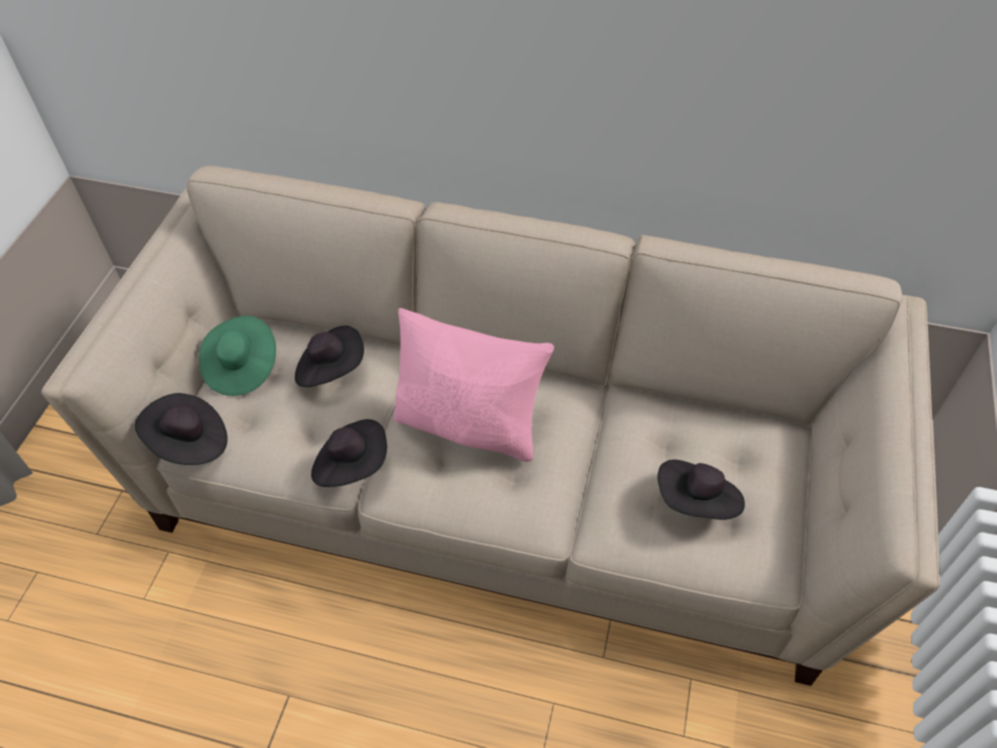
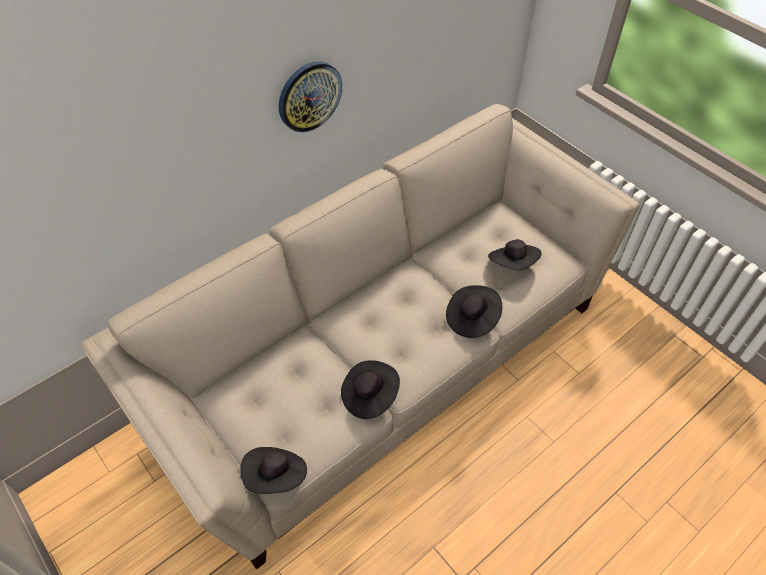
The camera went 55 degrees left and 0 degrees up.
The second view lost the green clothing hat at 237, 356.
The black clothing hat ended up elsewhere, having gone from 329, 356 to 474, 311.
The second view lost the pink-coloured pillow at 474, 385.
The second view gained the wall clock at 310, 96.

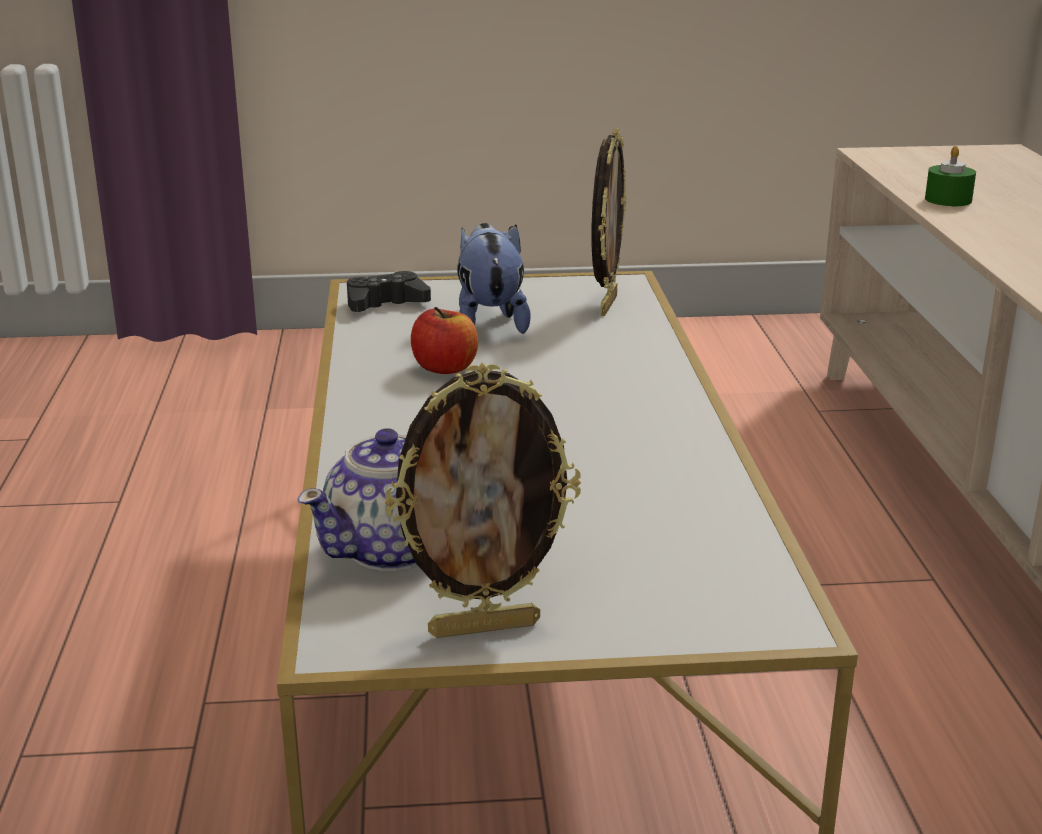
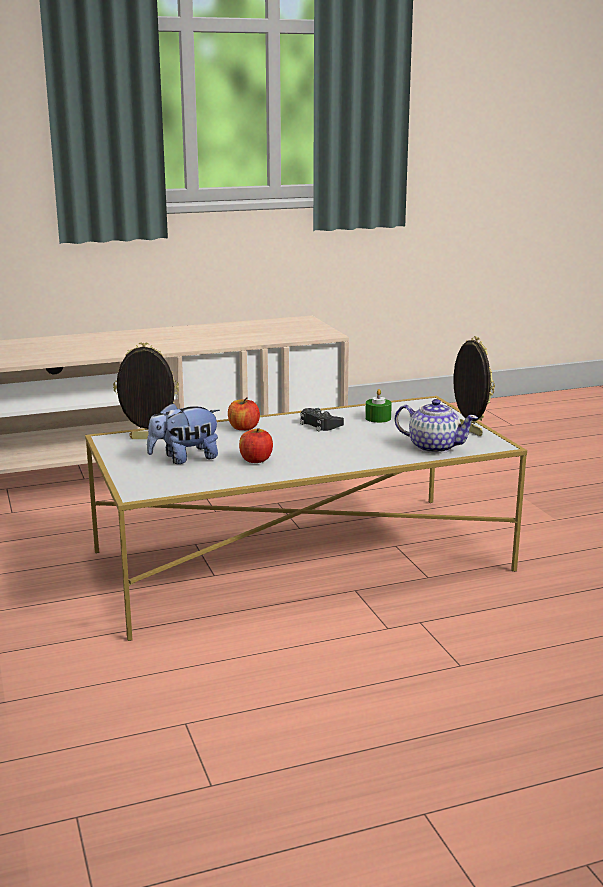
The camera went 105 degrees left and 5 degrees down.
The black joypad ended up elsewhere, having gone from 389, 291 to 322, 420.
The green wax light ended up elsewhere, having gone from 950, 176 to 378, 406.
The second view gained the apple fruit at 244, 413.

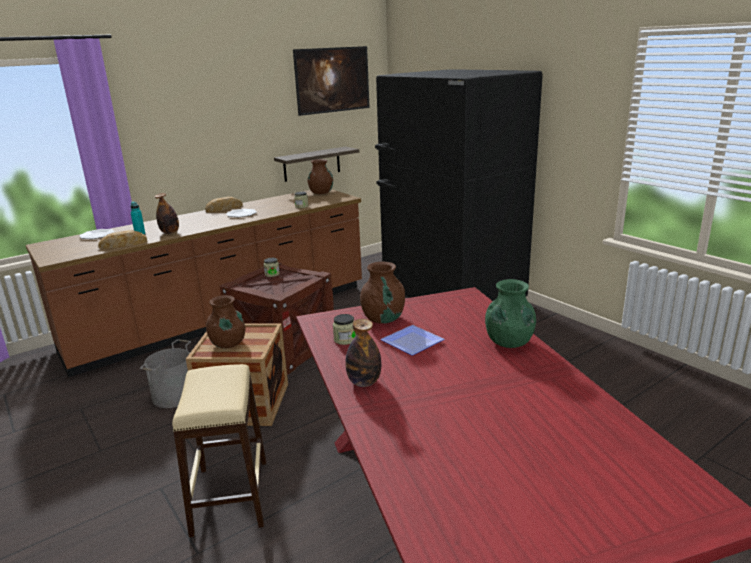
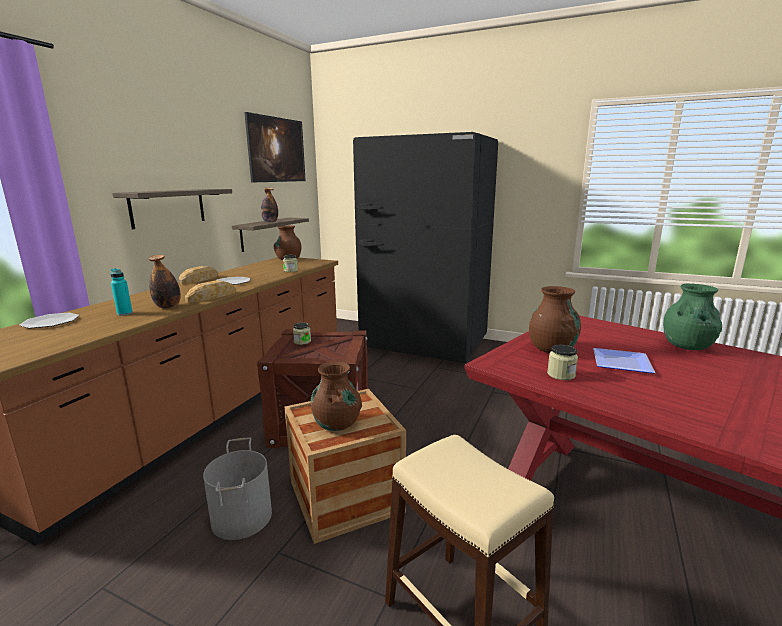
The camera went 30 degrees left and 5 degrees down.
The bakery bread ended up elsewhere, having gone from 122, 239 to 210, 291.
The bottle ended up elsewhere, having gone from 363, 353 to 269, 205.
The second view gained the bracket shelf at 172, 209.

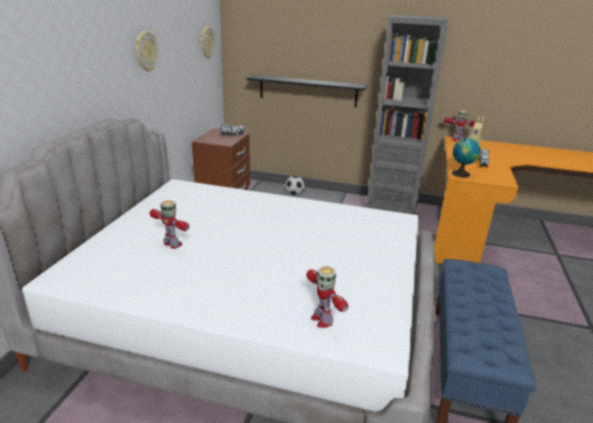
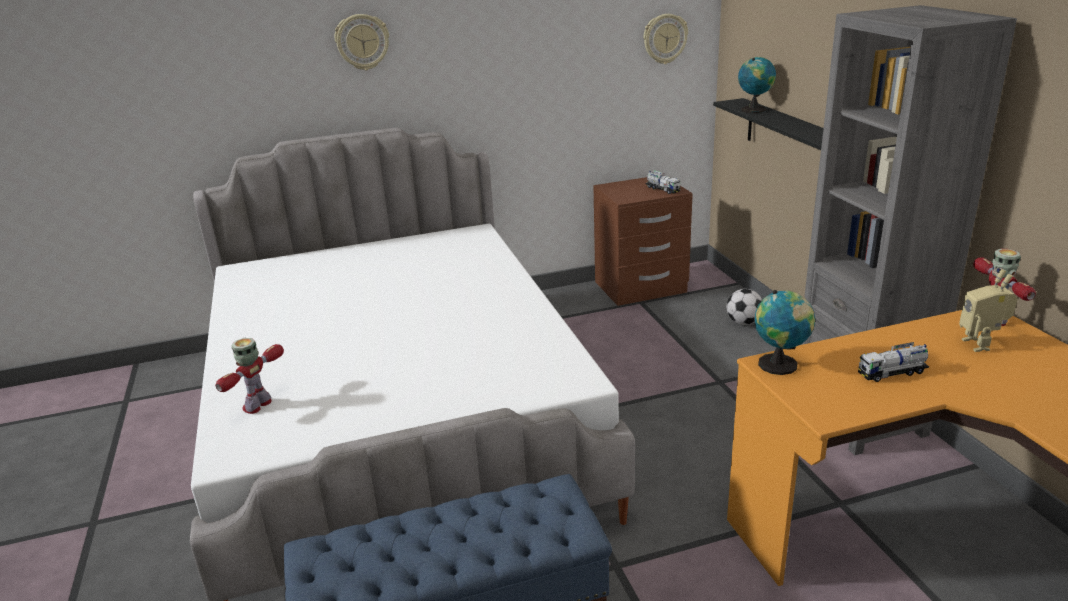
The camera went 60 degrees right and 0 degrees up.
The wall clock ended up elsewhere, having gone from 147, 51 to 362, 42.
The second view lost the toy robot at 169, 224.
The second view gained the world globe at 757, 85.

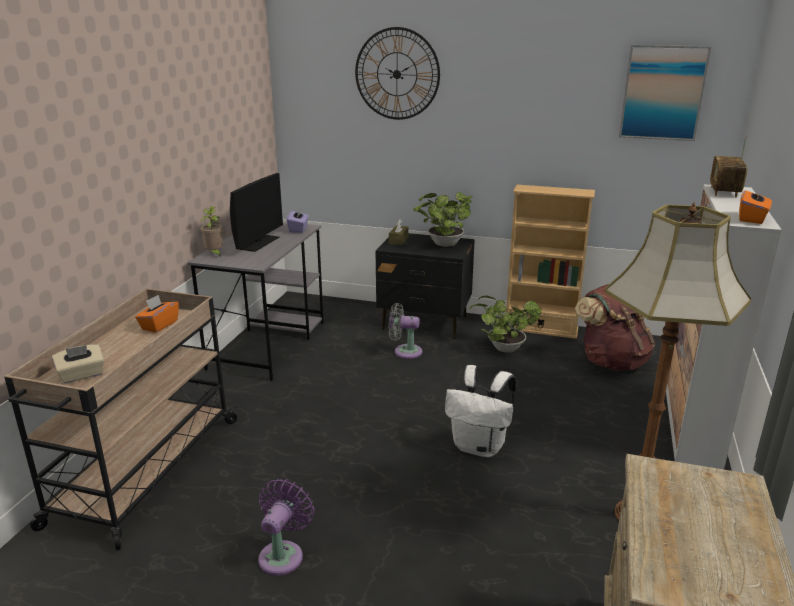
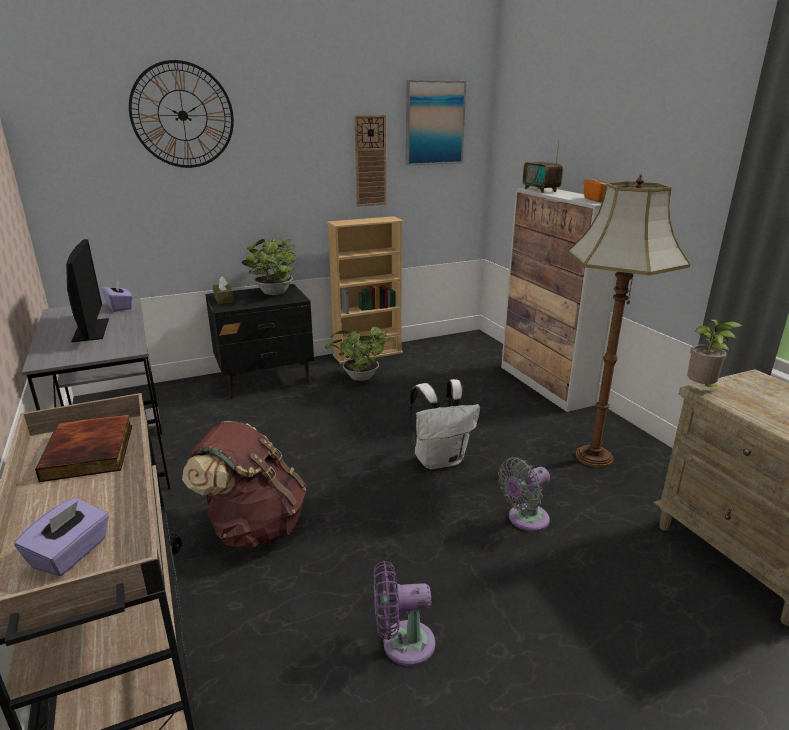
The camera went 40 degrees left and 0 degrees up.
What was the sand-coloured tissue box at 78, 364 turned into the purple-coloured tissue box at 61, 537.
Where the orange tissue box stood at 157, 314, the volume came to stand at 83, 448.
The houseplant ended up elsewhere, having gone from 212, 231 to 714, 353.
The purple-coloured electric fan at 286, 527 ended up facing another way, 75 degrees counterclockwise from before.
The grey electric fan ended up elsewhere, having gone from 405, 331 to 524, 494.
The brown rucksack ended up elsewhere, having gone from 615, 327 to 244, 484.
The second view gained the wall clock at 370, 160.

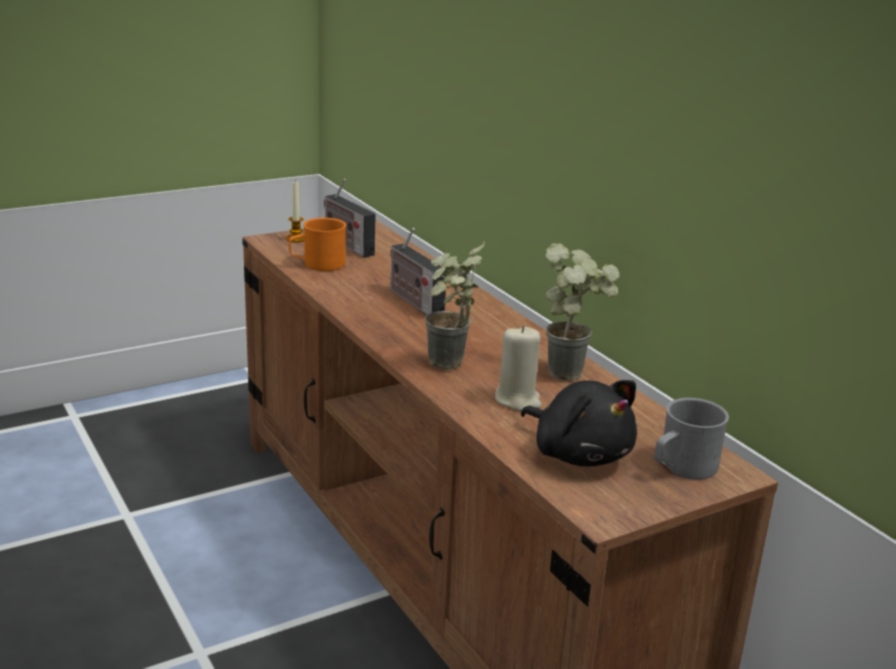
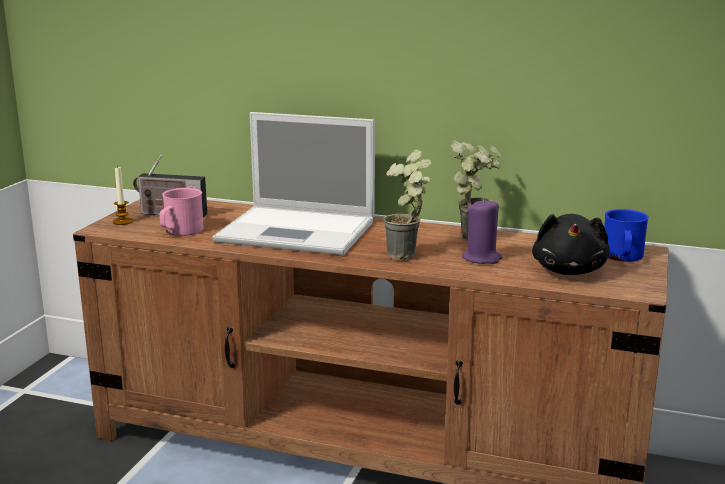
The camera went 40 degrees left and 5 degrees down.
What was the orange tea mug at 317, 244 turned into the pink-coloured tea mug at 181, 212.
Where the radio receiver stood at 418, 271, the laptop came to stand at 294, 183.
What was the sand-coloured wax light at 518, 368 turned into the purple-coloured wax light at 482, 231.
The black cuddly toy at 579, 423 ended up facing another way, 90 degrees clockwise from before.
What was the grey tea mug at 692, 439 turned into the blue-coloured tea mug at 626, 235.

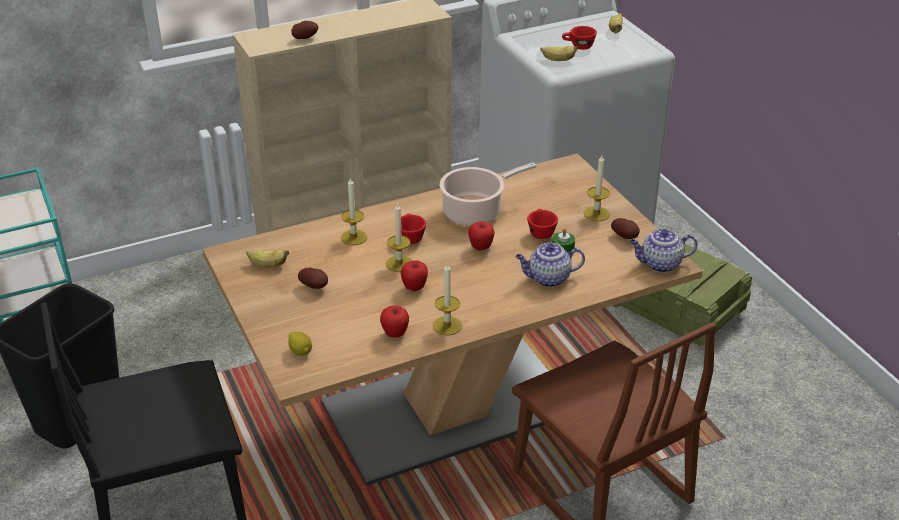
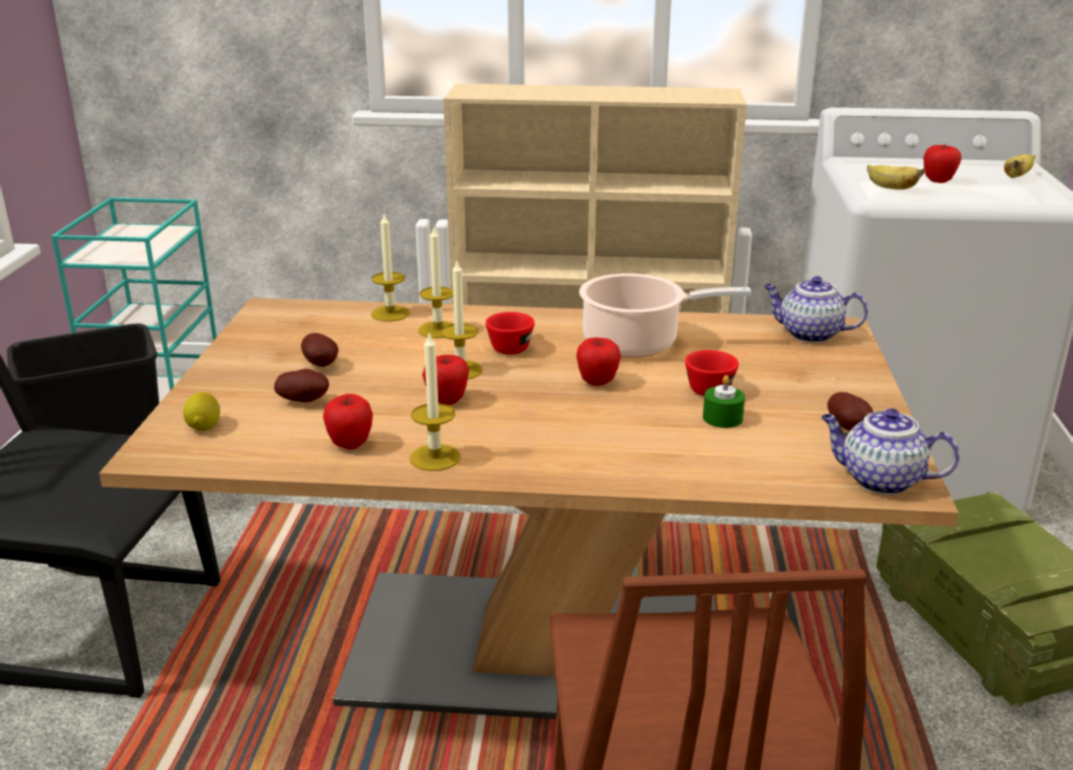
The camera went 30 degrees right and 10 degrees down.
The second view lost the banana fruit at 267, 258.
The whole potato ended up elsewhere, having gone from 304, 30 to 301, 385.
The teapot ended up elsewhere, having gone from 550, 265 to 816, 309.
Where the reddish cup stood at 579, 38, the apple fruit came to stand at 942, 163.
The wax light ended up elsewhere, having gone from 597, 188 to 390, 268.

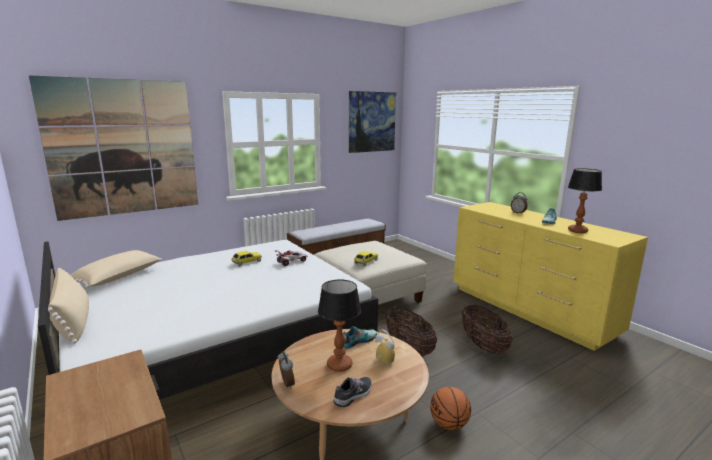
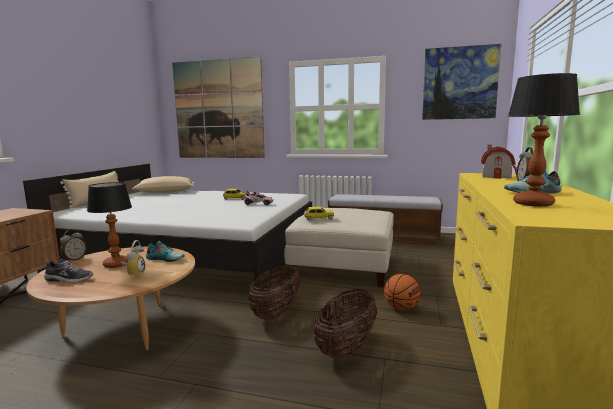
The camera went 50 degrees right and 5 degrees down.
The basketball ended up elsewhere, having gone from 450, 408 to 402, 292.
The second view gained the toy house at 499, 162.

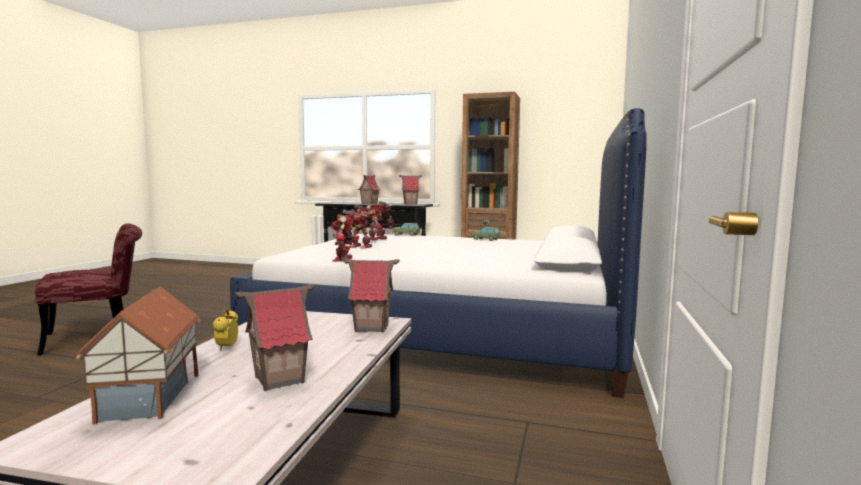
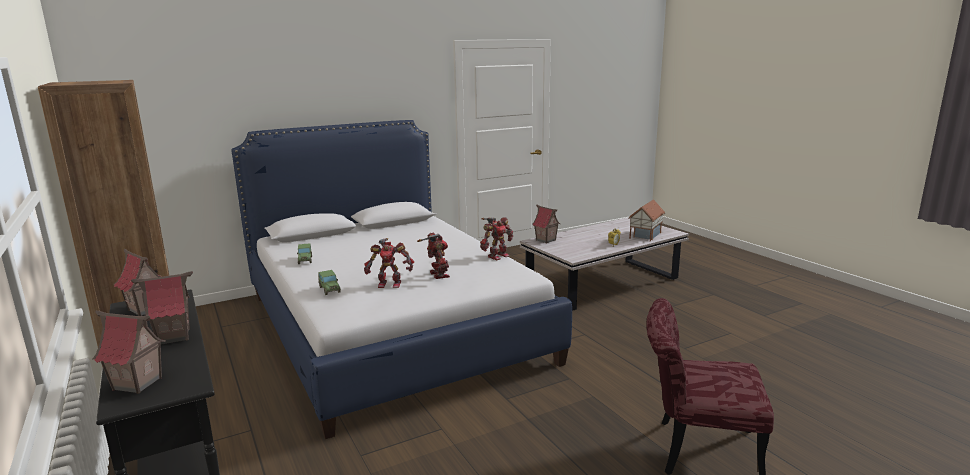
The camera went 135 degrees left and 10 degrees up.
The toy house ended up elsewhere, having gone from 275, 337 to 129, 352.

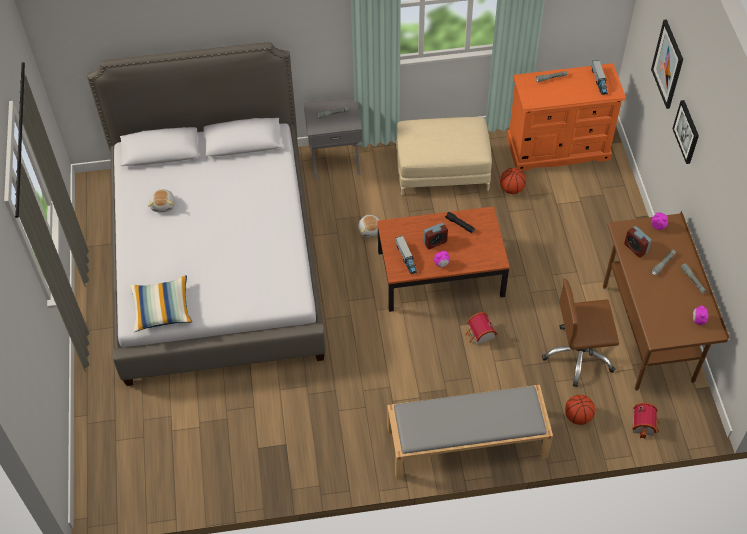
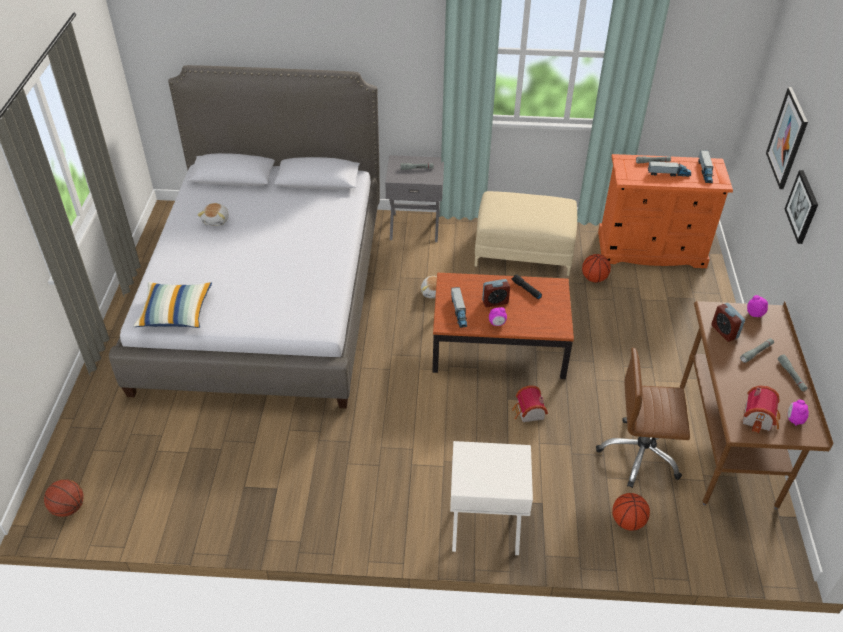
The camera went 10 degrees right and 10 degrees down.
Where the grey indoor bench stood at 470, 432, the white-coloured night table came to stand at 491, 498.
The toy house ended up elsewhere, having gone from 646, 421 to 761, 409.
The second view gained the basketball at 64, 498.
The second view gained the model truck at 669, 169.

